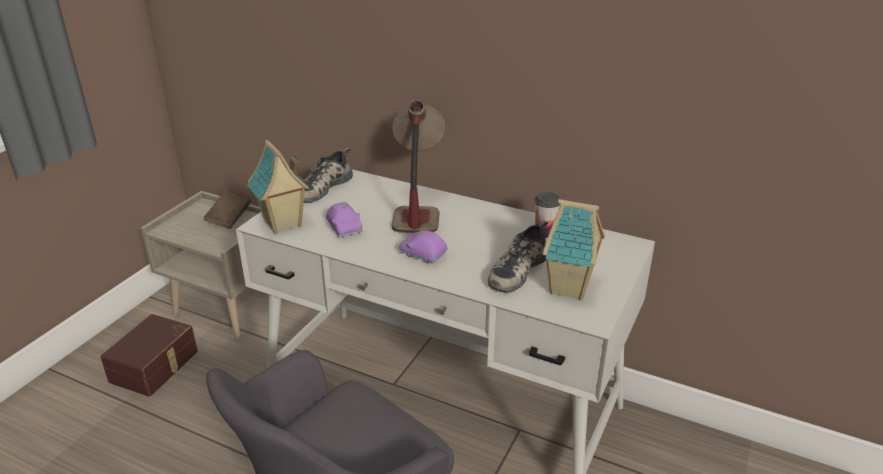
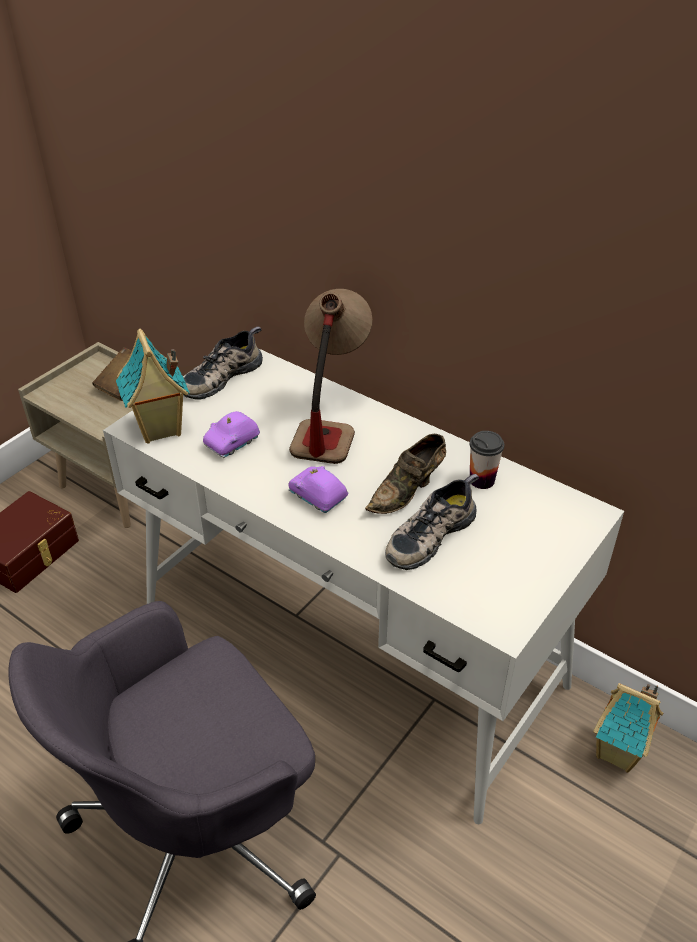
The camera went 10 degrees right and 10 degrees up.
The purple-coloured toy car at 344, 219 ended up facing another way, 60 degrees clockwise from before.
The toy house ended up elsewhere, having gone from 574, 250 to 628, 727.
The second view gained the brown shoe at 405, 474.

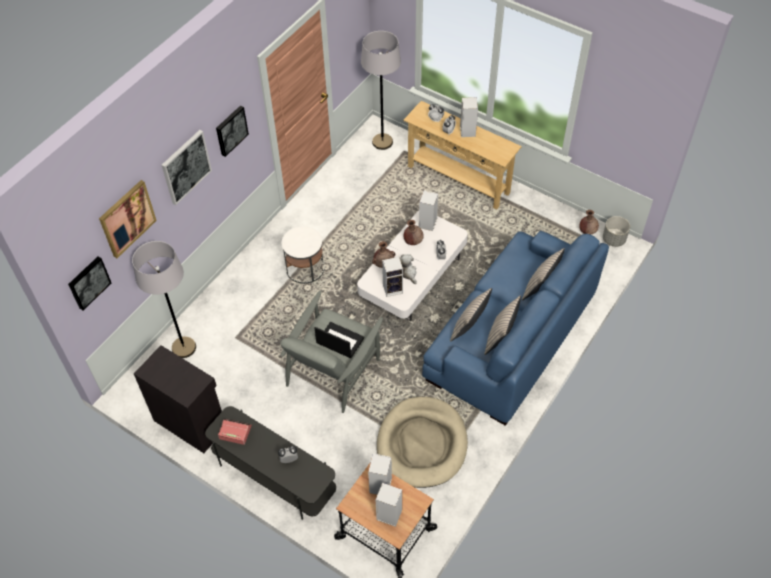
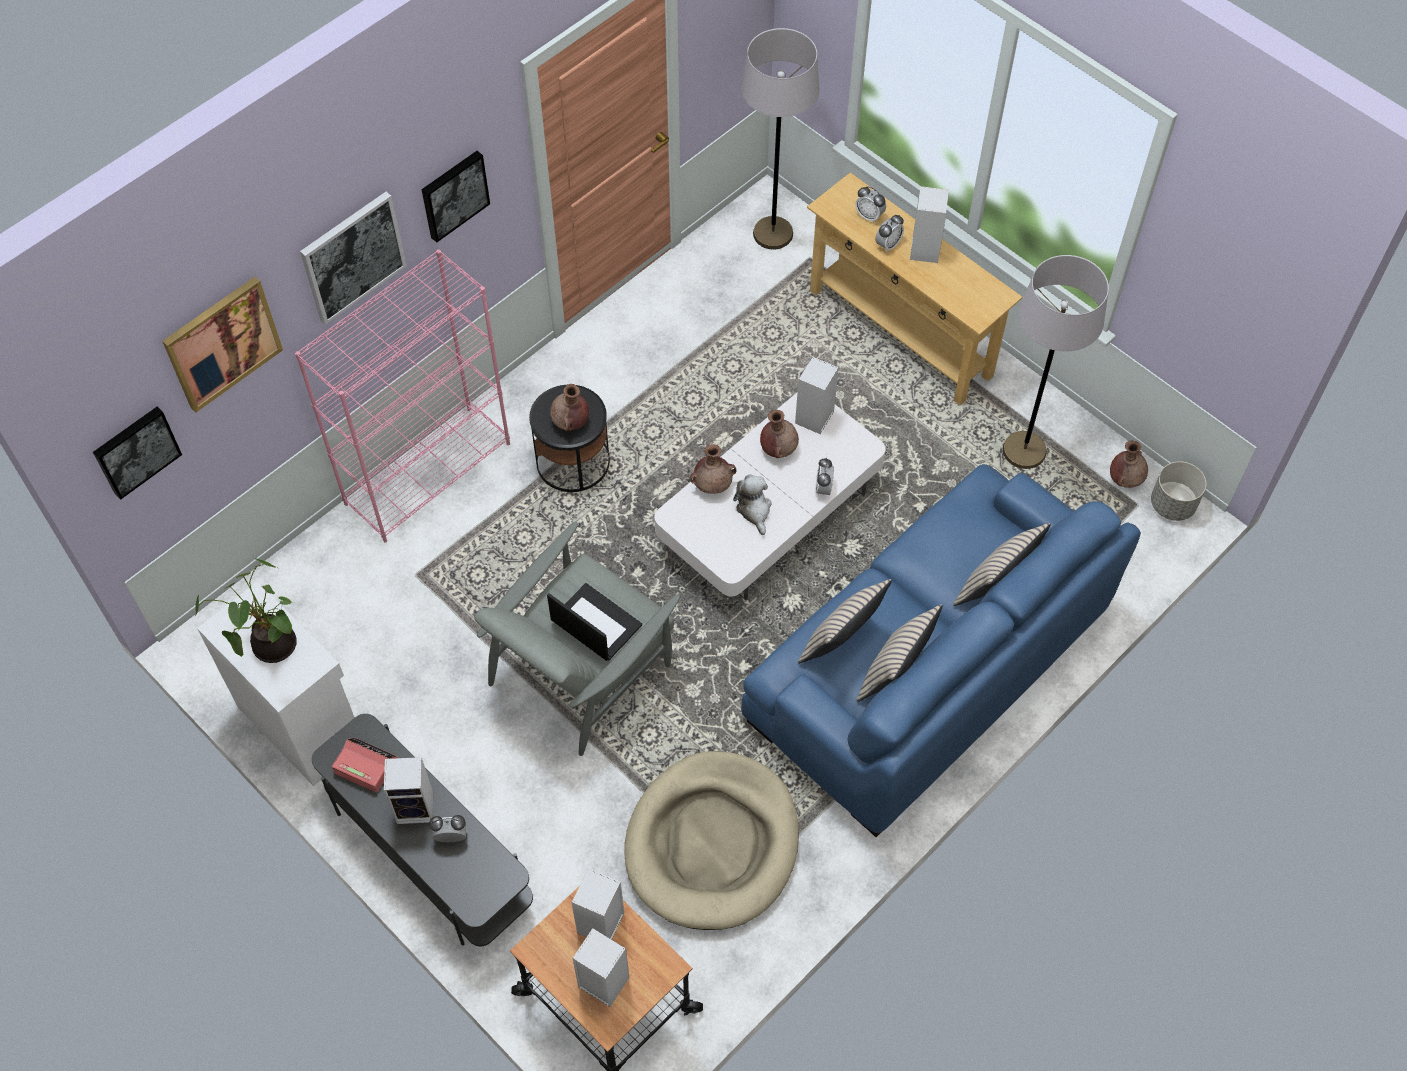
The camera went 10 degrees right and 5 degrees up.
The grey standing lamp ended up elsewhere, having gone from 164, 299 to 1056, 362.
What was the black cupboard at 178, 399 turned into the white-coloured cupboard at 276, 684.
What was the white-coloured end table at 303, 255 turned into the black end table at 569, 438.
The loudspeaker ended up elsewhere, having gone from 392, 277 to 408, 790.
The second view gained the houseplant at 246, 610.
The second view gained the pink-coloured bookshelf at 402, 396.
The second view gained the brown decorative vase at 569, 407.

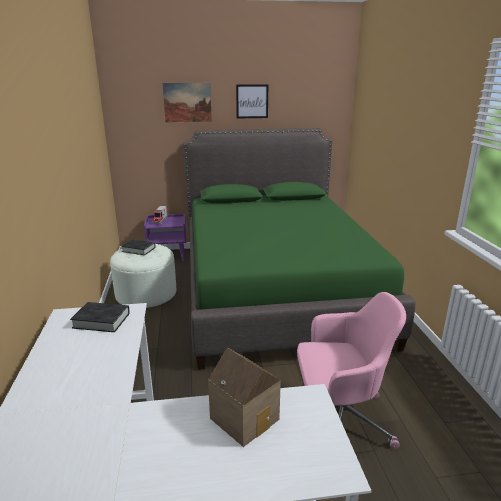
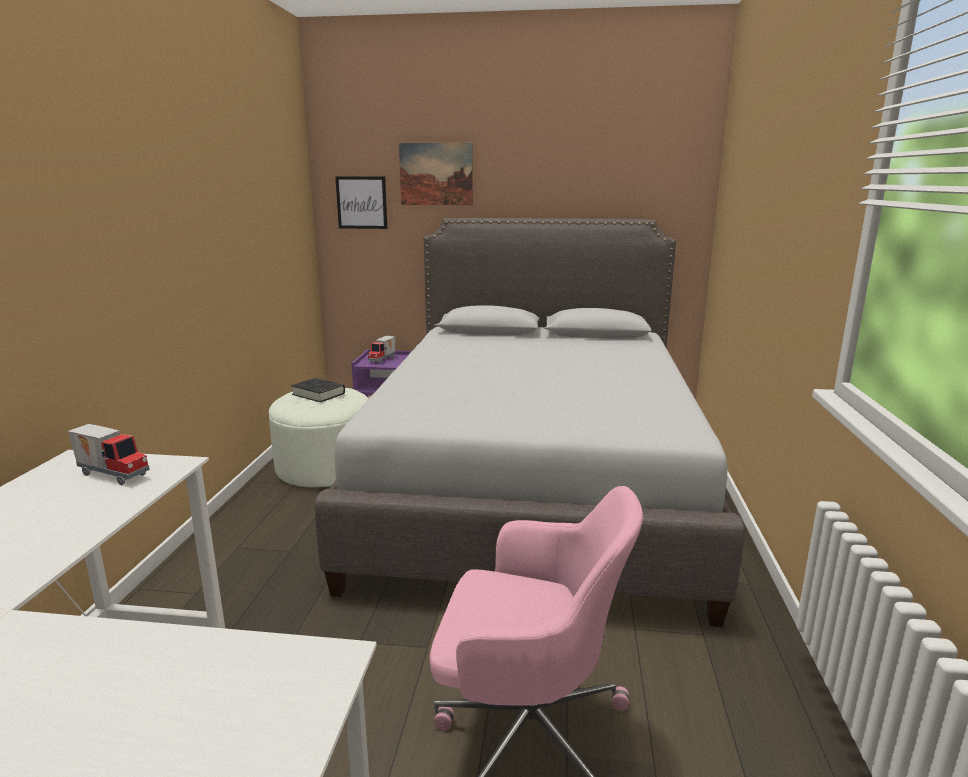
The camera went 15 degrees right and 5 degrees down.
Where the black volume stood at 100, 317, the model truck came to stand at 109, 454.
What was the green bedroom bed at 299, 249 turned into the grey bedroom bed at 529, 422.
The second view lost the toy house at 244, 397.
The picture ended up elsewhere, having gone from 252, 101 to 361, 202.

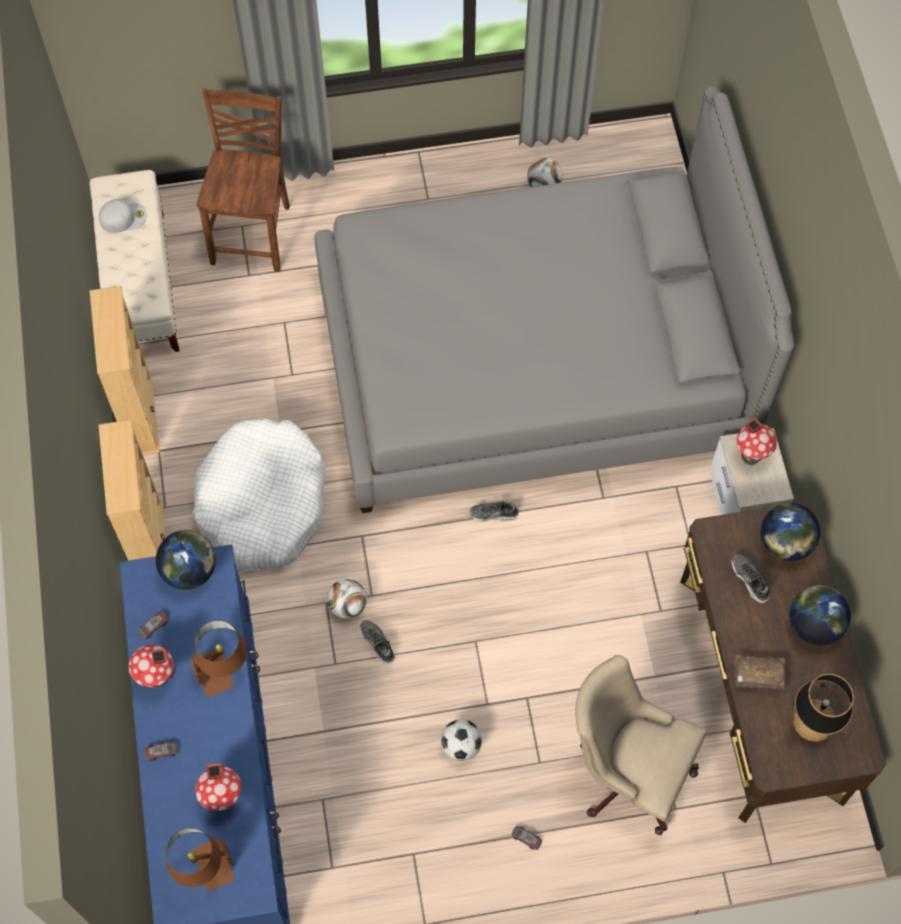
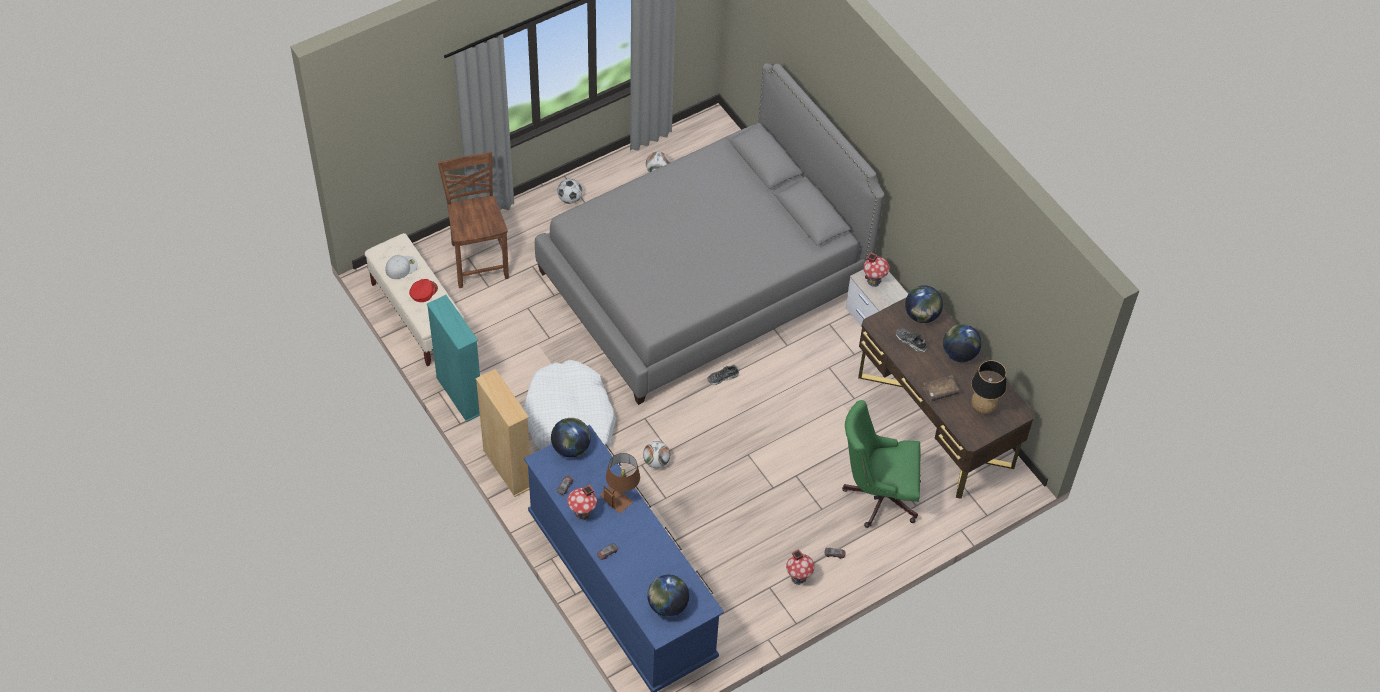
The camera went 25 degrees left and 10 degrees down.
What was the sand-coloured bookshelf at 125, 370 turned into the turquoise-coloured bookshelf at 453, 358.
Where the brown tabletop lamp stood at 200, 860, the world globe came to stand at 668, 596.
The toy house ended up elsewhere, having gone from 218, 787 to 800, 567.
The second view lost the shoe at 377, 642.
The football ended up elsewhere, having gone from 461, 740 to 569, 191.
What was the sand-coloured computer chair at 641, 745 turned into the green computer chair at 881, 464.
The second view gained the reddish cap at 423, 290.

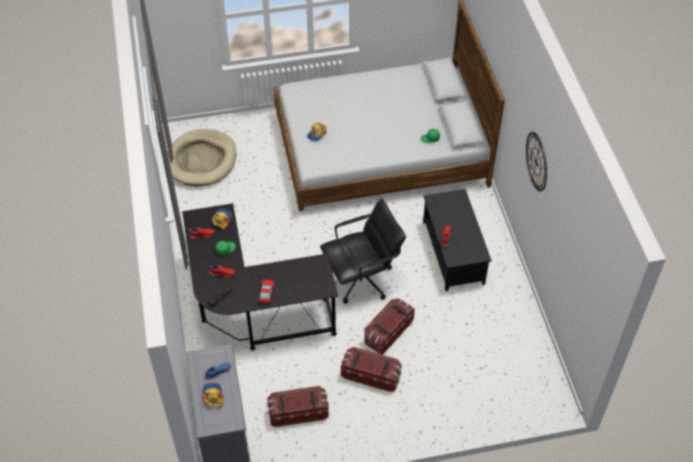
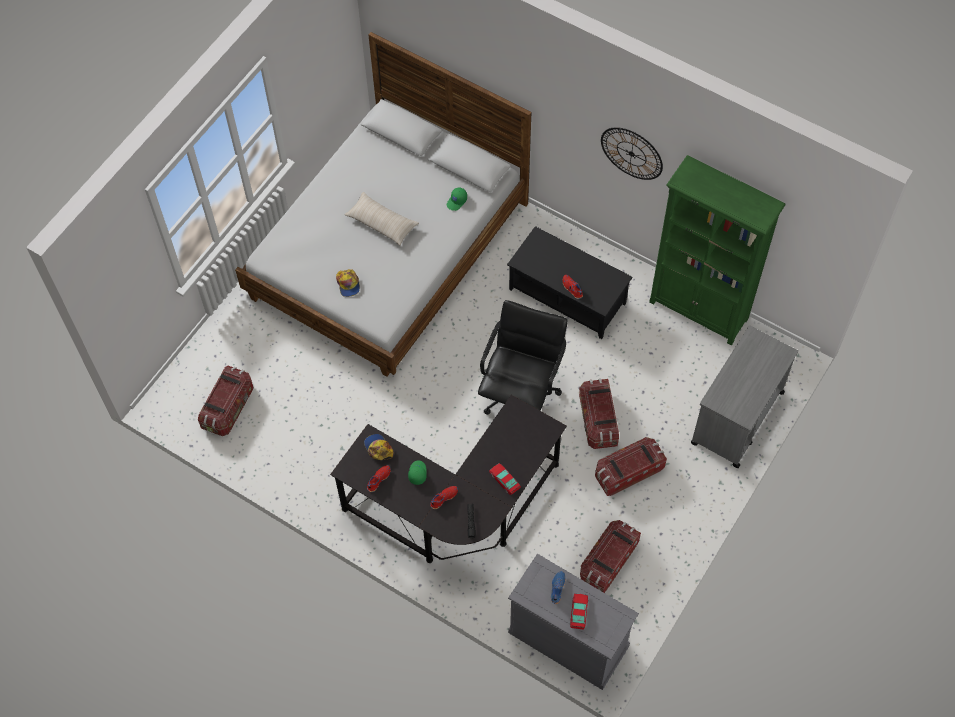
The camera went 45 degrees left and 10 degrees up.
Where the sand-coloured dog bed stood at 202, 158, the storage container came to stand at 226, 401.
Where the cap stood at 213, 395, the toy car came to stand at 579, 611.
The second view gained the sand-coloured pillow at 381, 219.
The second view gained the green bookshelf at 717, 250.
The second view gained the grey trolley at 744, 397.

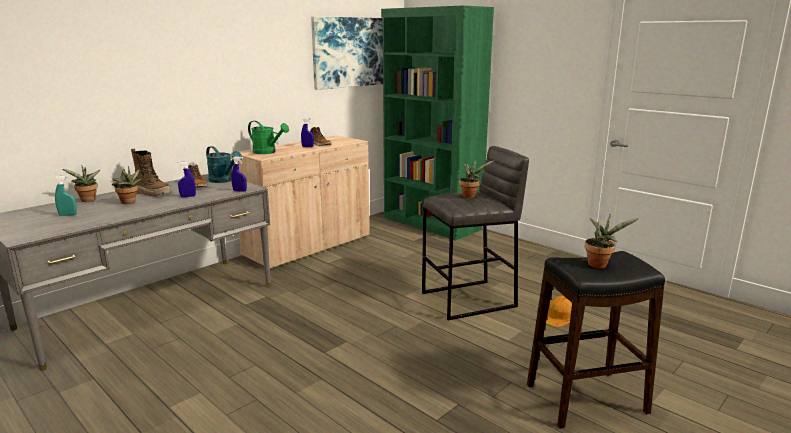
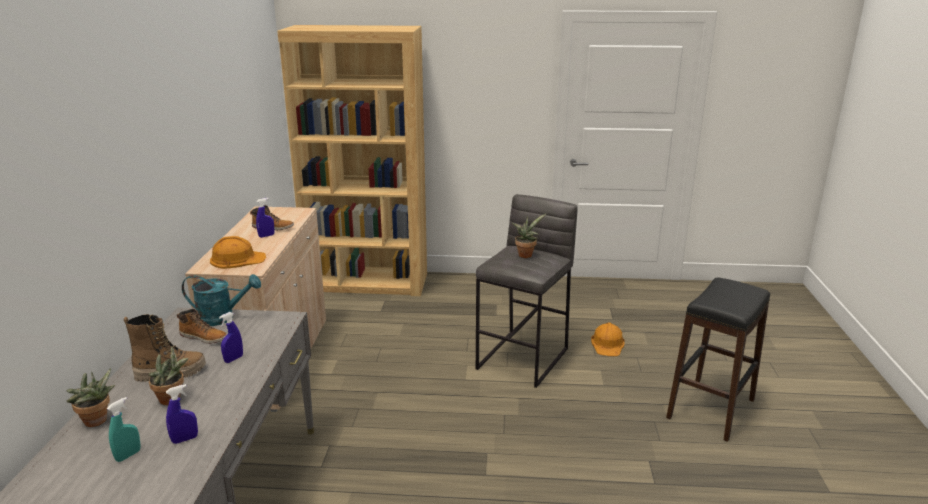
The camera went 40 degrees left and 5 degrees up.
The blue-coloured hand sprayer ended up elsewhere, having gone from 239, 174 to 182, 414.
Where the green watering can stood at 268, 137, the orange work helmet came to stand at 238, 252.
The second view lost the picture at 347, 53.
What was the green bookshelf at 437, 123 turned into the brown bookshelf at 352, 160.
The second view lost the houseplant at 612, 241.

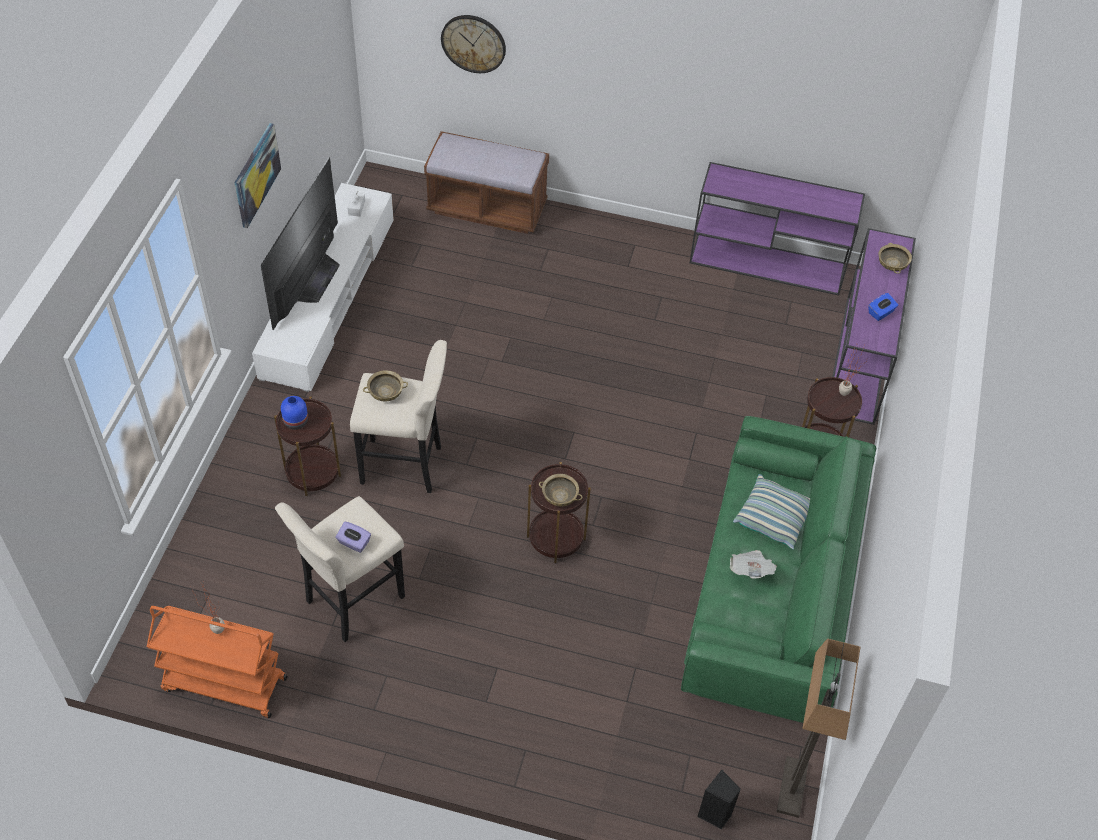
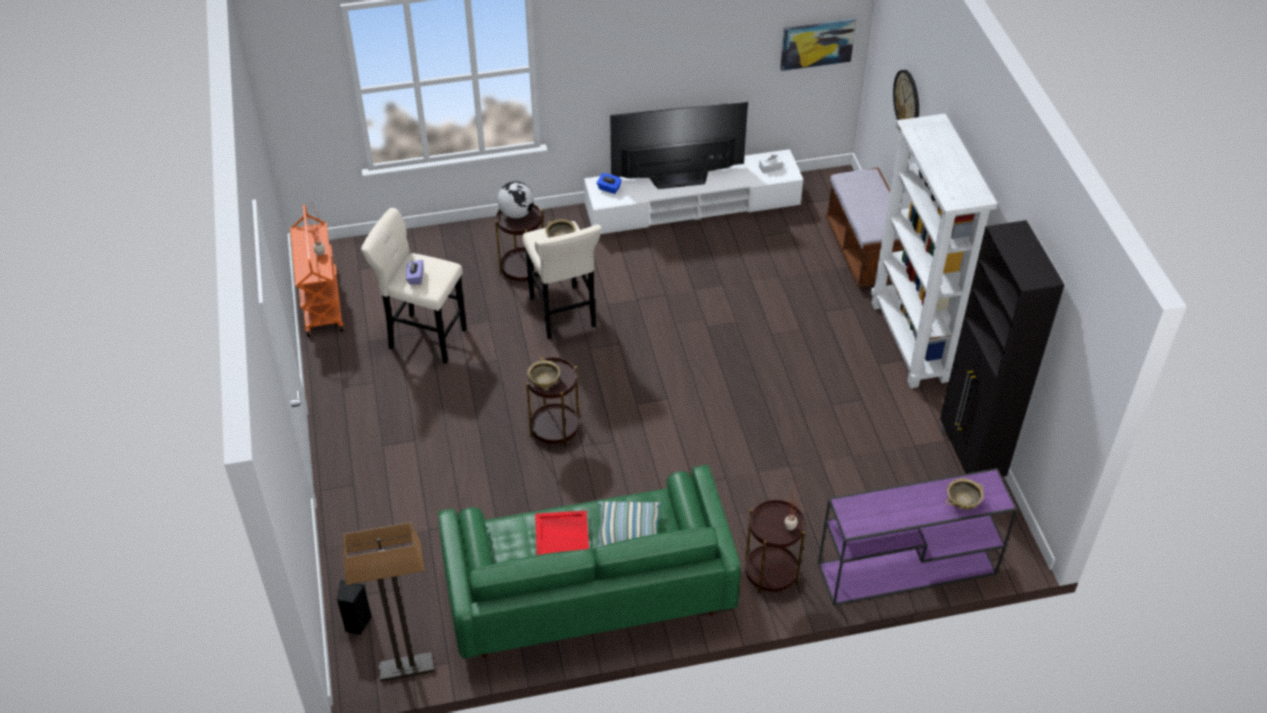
The camera went 65 degrees right and 5 degrees down.
The picture ended up elsewhere, having gone from 258, 175 to 818, 45.
Where the blue-coloured decorative vase stood at 294, 413, the world globe came to stand at 515, 199.
Where the purple-coloured hall table stood at 777, 229, the black cupboard came to stand at 1002, 349.
Where the newspaper stood at 753, 564, the reddish serving tray came to stand at 562, 532.
The blue-coloured tissue box ended up elsewhere, having gone from 883, 307 to 609, 183.
The second view gained the white-coloured bookshelf at 934, 251.

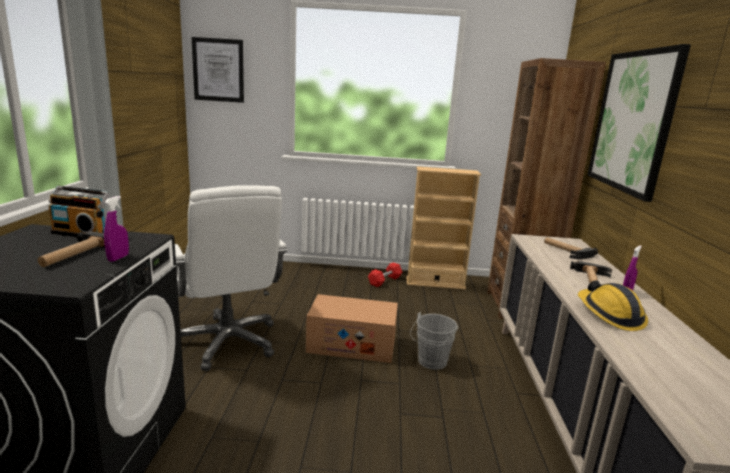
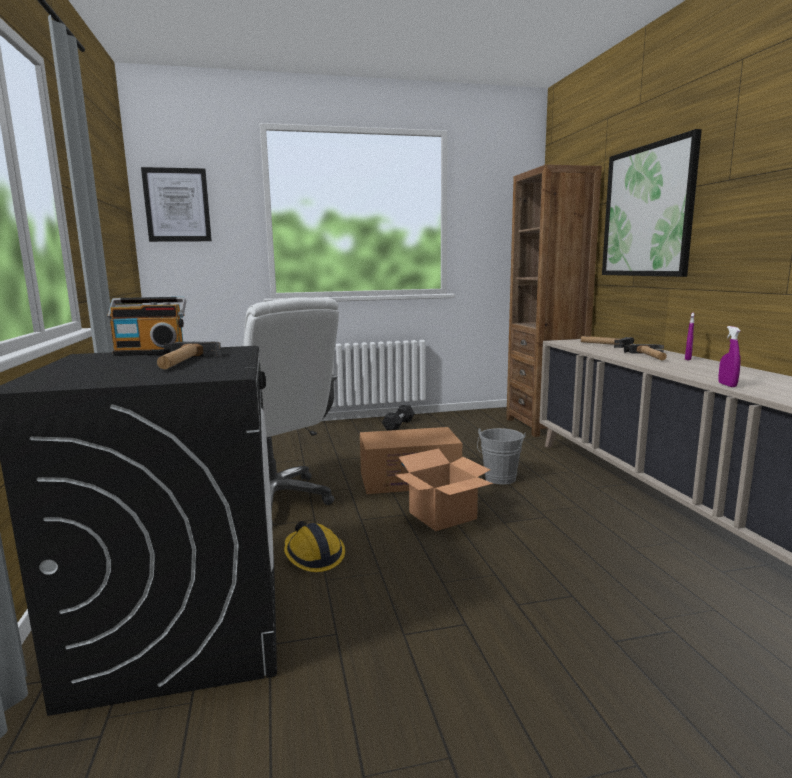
The camera went 15 degrees left and 5 degrees down.
The purple-coloured hand sprayer ended up elsewhere, having gone from 116, 229 to 729, 356.
What was the reddish hand weight at 385, 274 turned into the black hand weight at 398, 418.
The second view lost the sand-coloured bookshelf at 443, 228.
The work helmet ended up elsewhere, having gone from 613, 305 to 314, 546.
The second view gained the carton at 444, 489.

